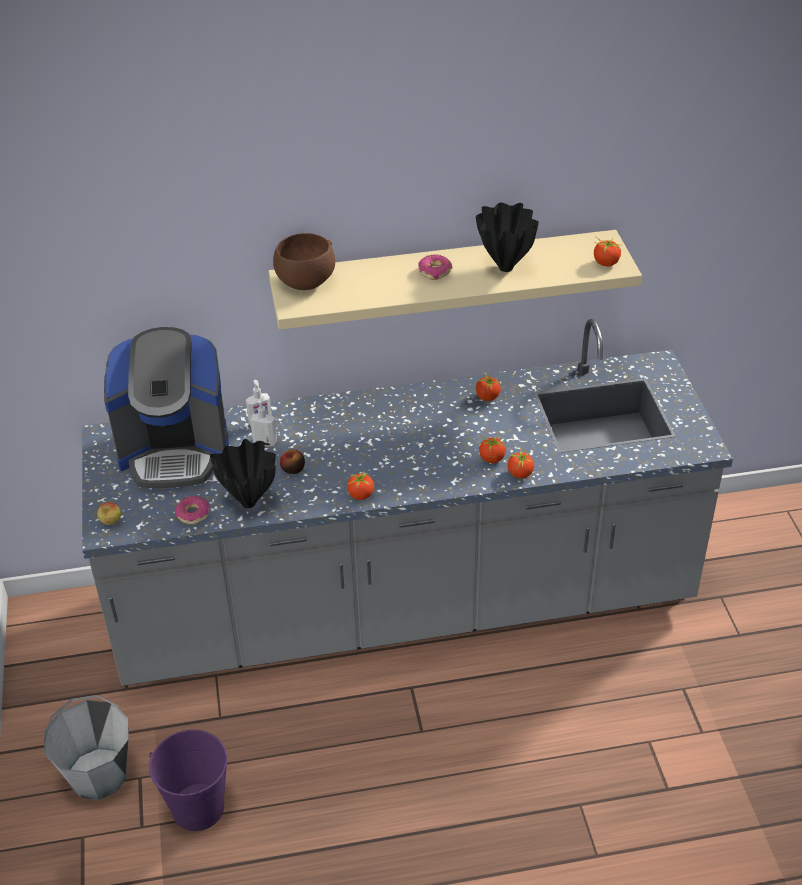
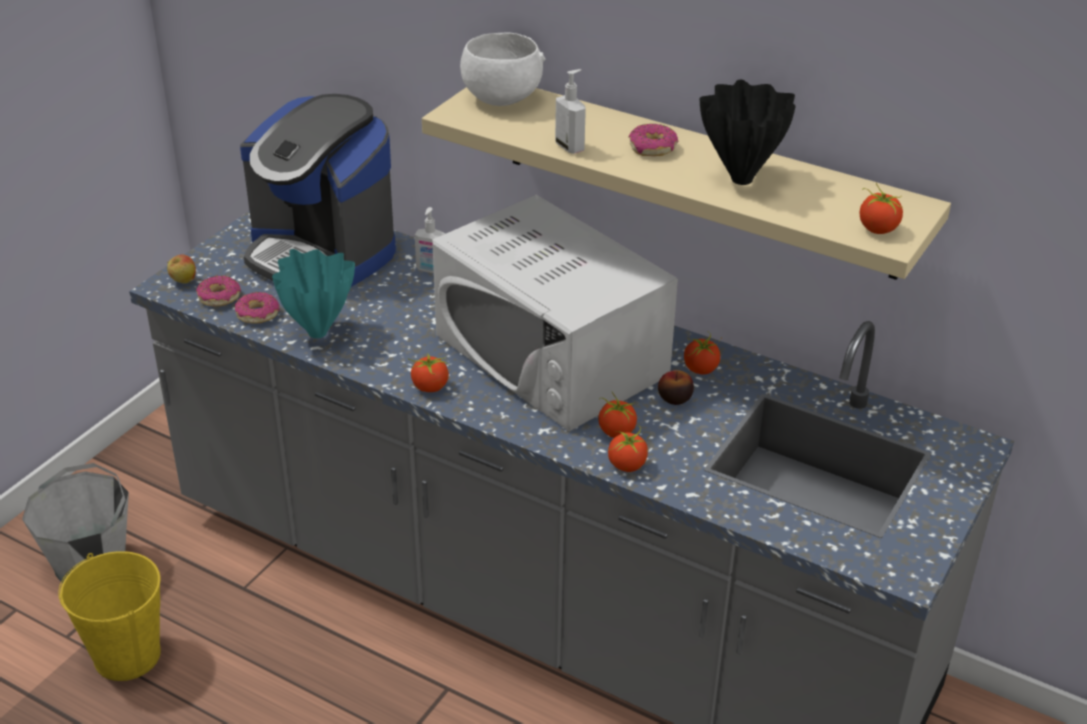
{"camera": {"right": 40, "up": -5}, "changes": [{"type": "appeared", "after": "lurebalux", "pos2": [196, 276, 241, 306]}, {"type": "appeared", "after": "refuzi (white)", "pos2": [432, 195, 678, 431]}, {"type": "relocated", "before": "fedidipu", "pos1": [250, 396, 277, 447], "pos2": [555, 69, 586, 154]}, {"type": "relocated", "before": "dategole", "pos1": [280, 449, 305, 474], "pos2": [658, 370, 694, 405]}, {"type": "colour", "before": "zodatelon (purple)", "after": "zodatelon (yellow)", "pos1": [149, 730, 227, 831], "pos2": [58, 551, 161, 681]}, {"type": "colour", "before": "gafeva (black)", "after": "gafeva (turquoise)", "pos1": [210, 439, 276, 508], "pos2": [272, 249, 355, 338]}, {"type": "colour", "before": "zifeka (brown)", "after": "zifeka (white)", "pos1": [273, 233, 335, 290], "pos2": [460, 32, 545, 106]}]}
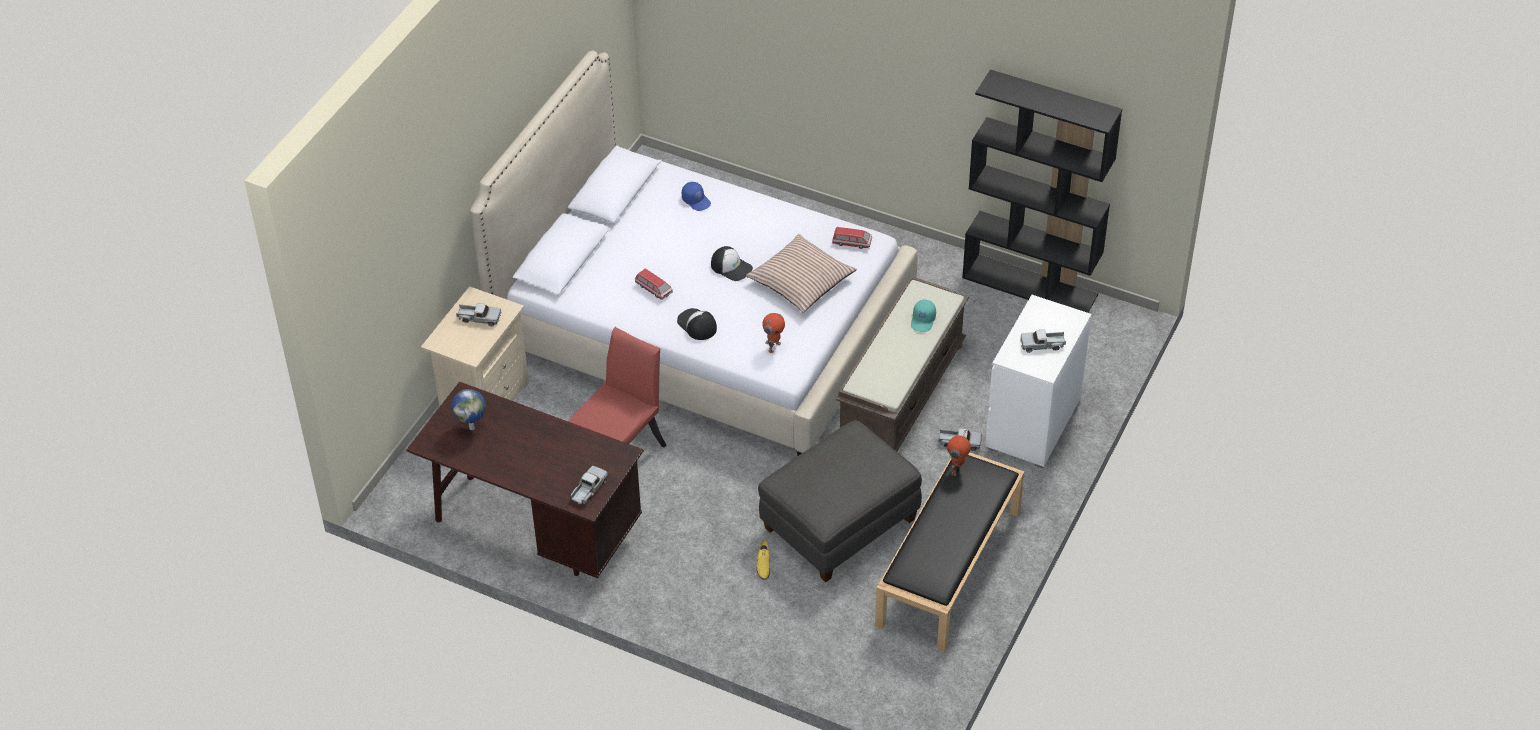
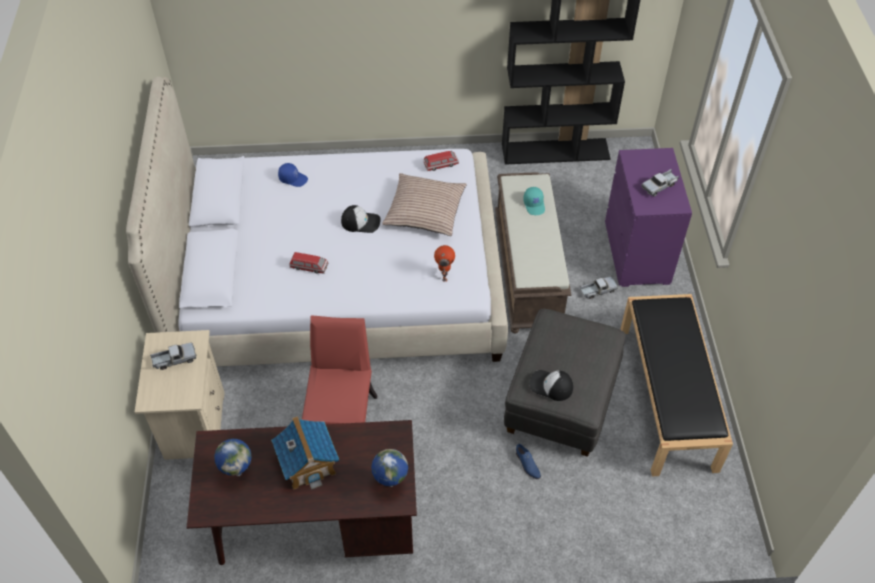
{"camera": {"right": -30, "up": 5}, "changes": [{"type": "missing", "before": "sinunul", "pos1": [947, 430, 971, 476]}, {"type": "appeared", "after": "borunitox", "pos2": [271, 416, 339, 490]}, {"type": "relocated", "before": "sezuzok", "pos1": [677, 308, 717, 340], "pos2": [529, 370, 573, 401]}, {"type": "exchanged", "before": "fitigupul", "after": "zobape", "pos1": [570, 466, 608, 504], "pos2": [371, 449, 408, 487]}, {"type": "colour", "before": "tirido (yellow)", "after": "tirido (blue)", "pos1": [756, 540, 770, 580], "pos2": [516, 444, 541, 479]}, {"type": "colour", "before": "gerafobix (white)", "after": "gerafobix (purple)", "pos1": [985, 295, 1092, 468], "pos2": [605, 148, 692, 287]}]}
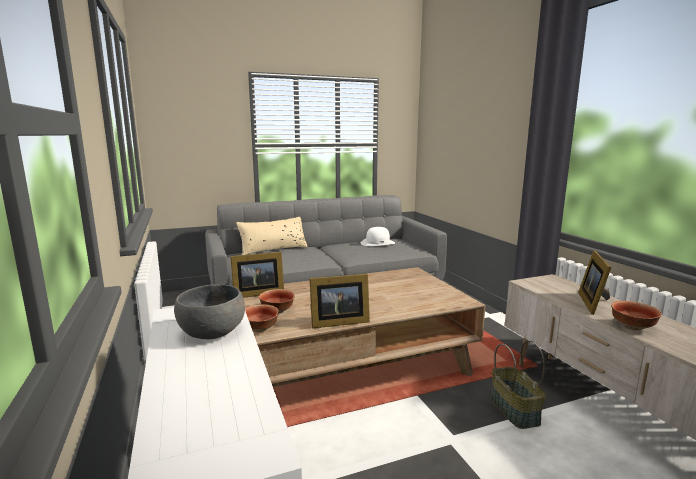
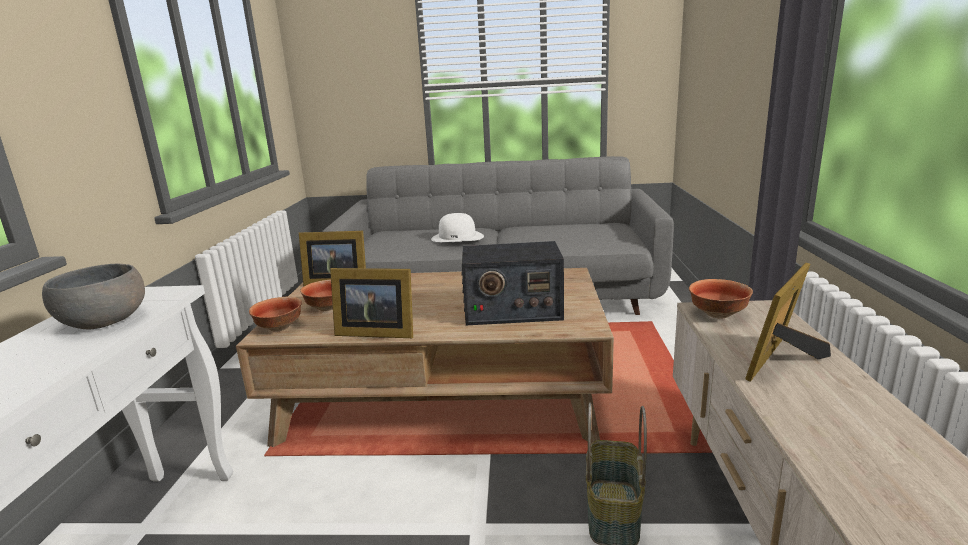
{"camera": {"right": 25, "up": 5}, "changes": [{"type": "missing", "before": "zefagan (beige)", "pos1": [236, 217, 308, 255]}, {"type": "appeared", "after": "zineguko", "pos2": [461, 241, 564, 325]}, {"type": "relocated", "before": "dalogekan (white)", "pos1": [361, 227, 395, 246], "pos2": [431, 213, 484, 242]}, {"type": "relocated", "before": "zifeka", "pos1": [611, 301, 662, 331], "pos2": [689, 279, 753, 319]}]}
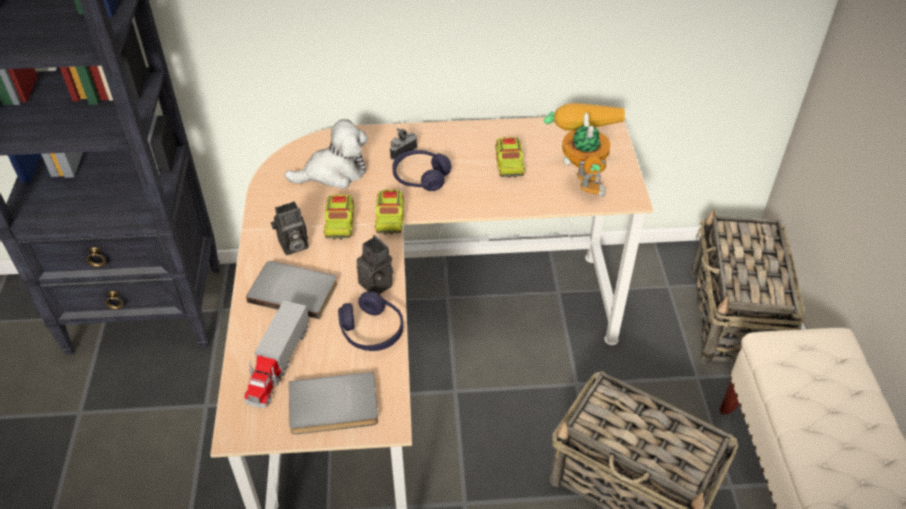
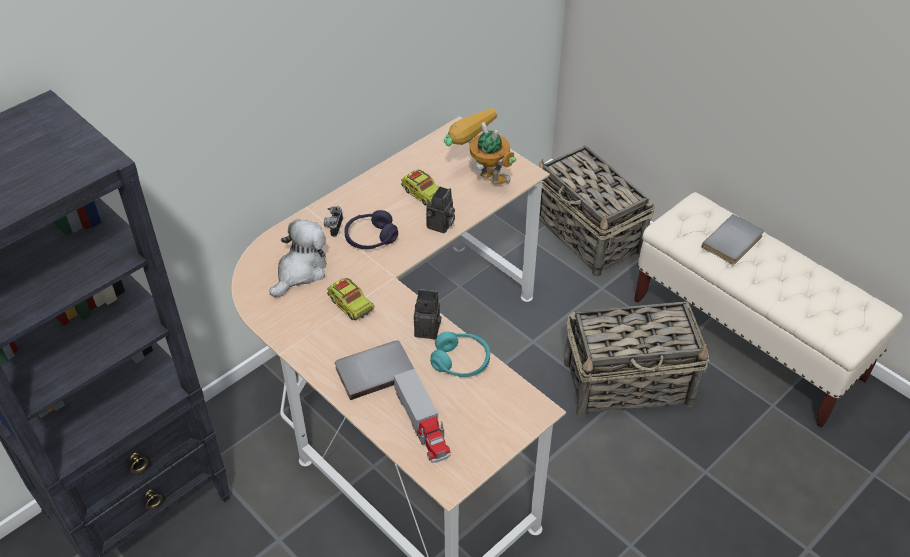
{"camera": {"right": -40, "up": 0}, "changes": [{"type": "missing", "before": "fitigupul", "pos1": [375, 190, 404, 234]}, {"type": "relocated", "before": "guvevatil", "pos1": [271, 201, 308, 255], "pos2": [426, 187, 455, 233]}, {"type": "relocated", "before": "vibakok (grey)", "pos1": [289, 372, 378, 434], "pos2": [702, 214, 764, 264]}, {"type": "colour", "before": "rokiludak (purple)", "after": "rokiludak (turquoise)", "pos1": [338, 291, 404, 351], "pos2": [430, 332, 490, 377]}]}
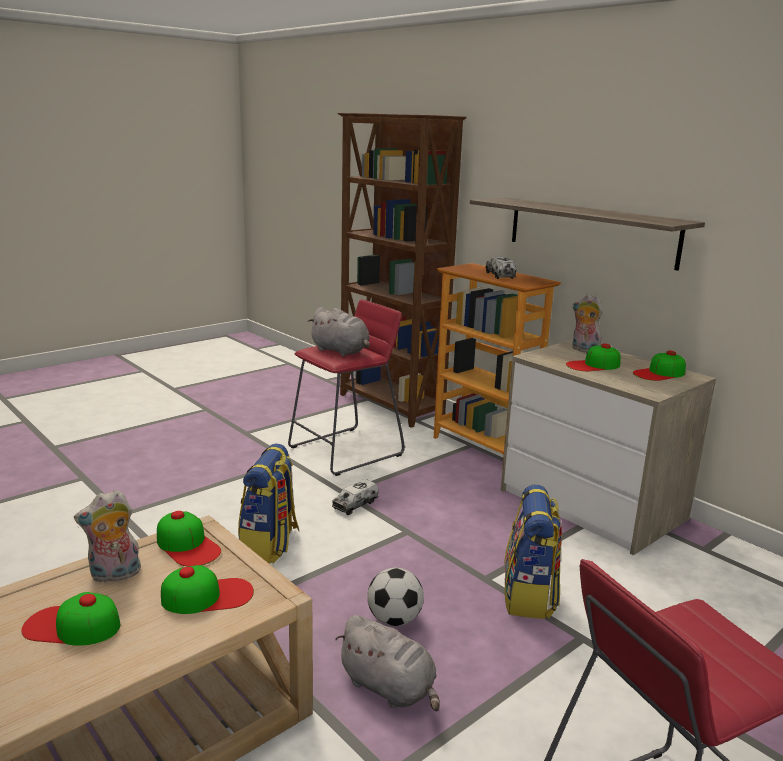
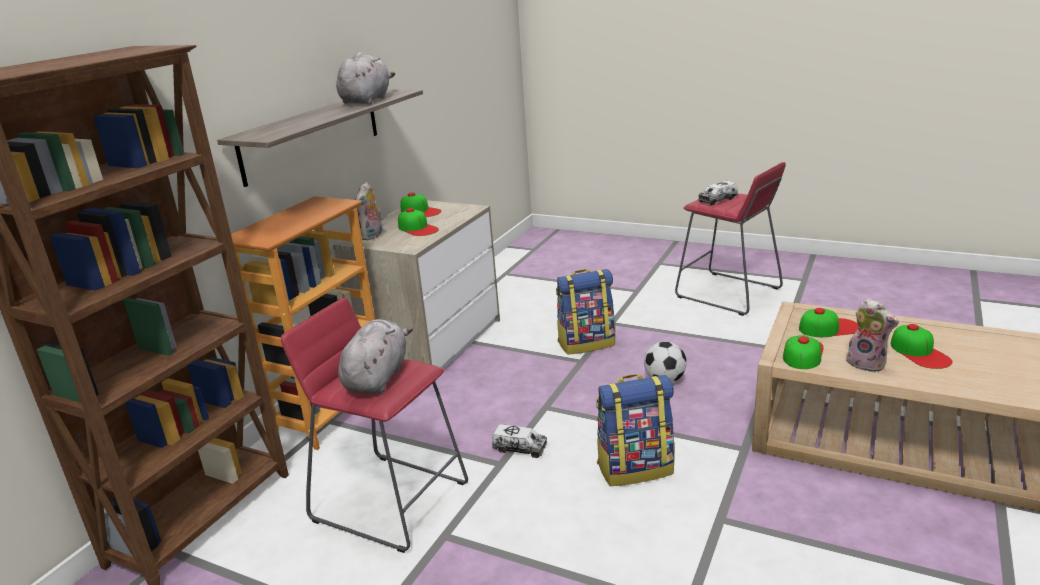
{"camera": {"right": -110, "up": 5}, "changes": [{"type": "relocated", "before": "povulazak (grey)", "pos1": [335, 615, 440, 712], "pos2": [336, 52, 395, 105]}, {"type": "relocated", "before": "fitigupul", "pos1": [485, 257, 516, 279], "pos2": [698, 181, 738, 206]}, {"type": "spun", "before": "sezuzok", "pos1": [161, 565, 254, 614], "pos2": [799, 308, 858, 337], "turn": 120}]}
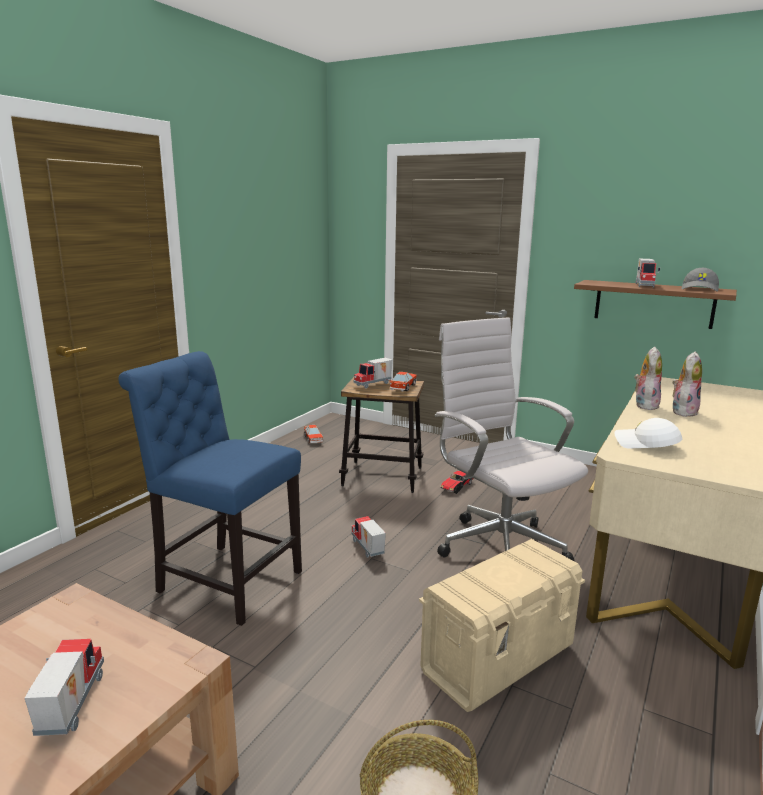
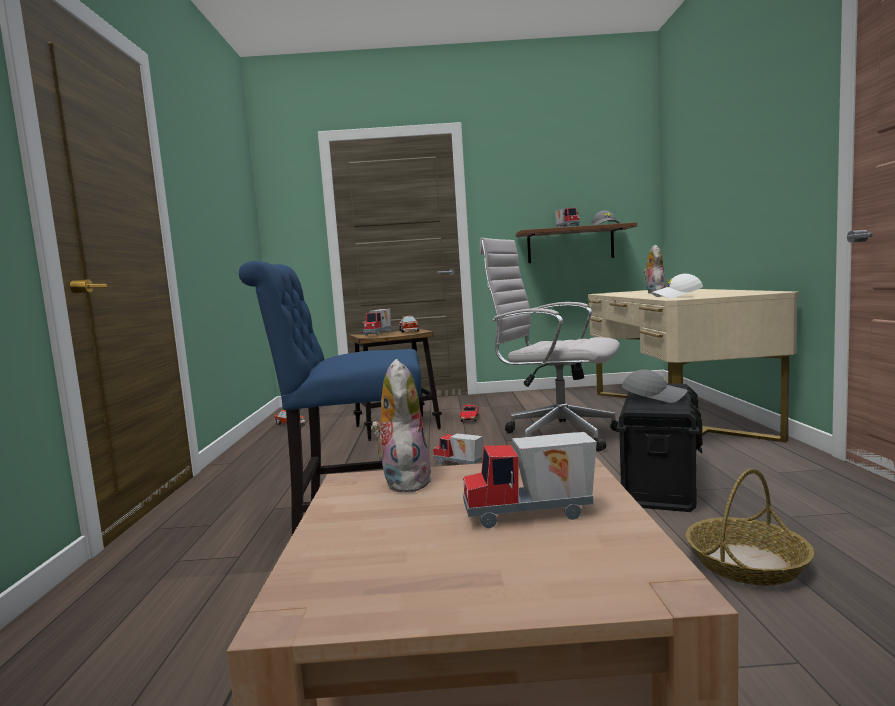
{"camera": {"right": -30, "up": -10}, "changes": [{"type": "appeared", "after": "sezuzok (grey)", "pos2": [622, 369, 687, 403]}, {"type": "relocated", "before": "povulazak", "pos1": [634, 347, 662, 410], "pos2": [371, 359, 432, 493]}, {"type": "colour", "before": "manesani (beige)", "after": "manesani (black)", "pos1": [419, 539, 585, 712], "pos2": [616, 384, 703, 512]}, {"type": "spun", "before": "fitigupul", "pos1": [25, 639, 104, 736], "pos2": [463, 432, 597, 528], "turn": -60}]}
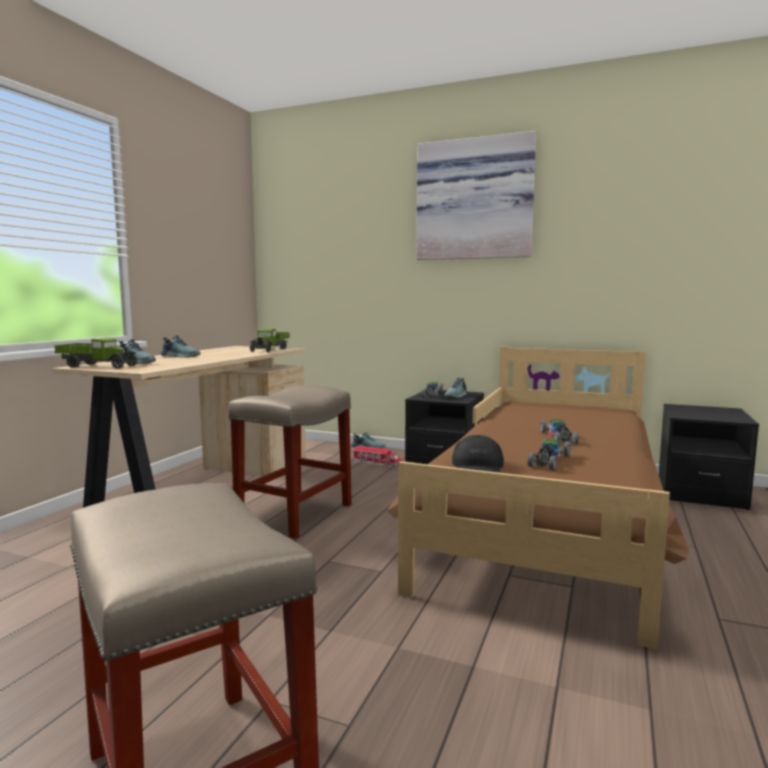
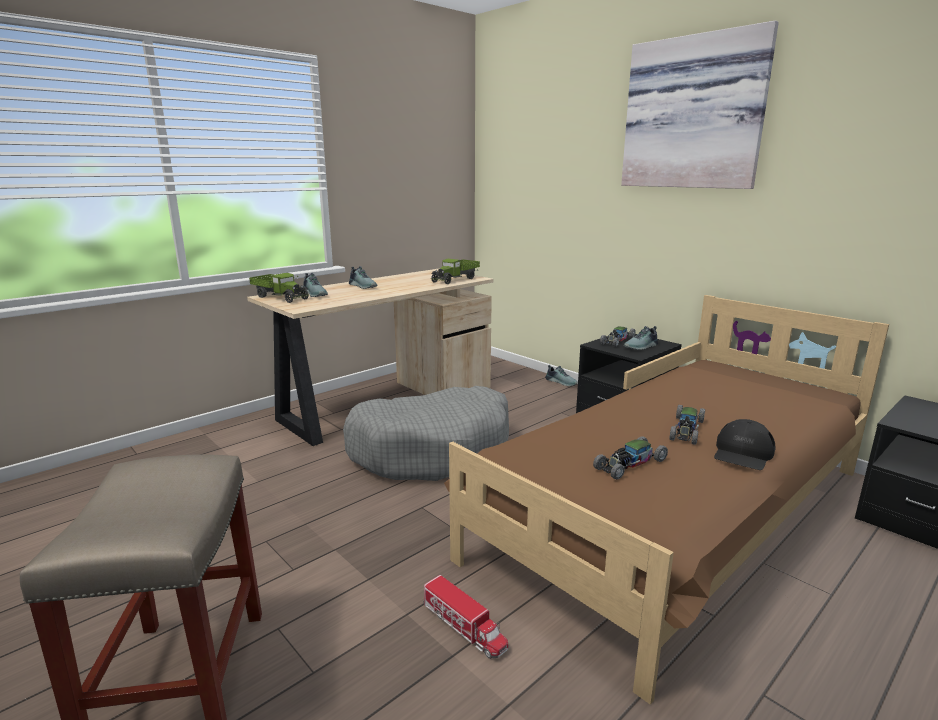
{"camera": {"right": 25, "up": 10}, "changes": [{"type": "relocated", "before": "fitigupul", "pos1": [352, 446, 404, 467], "pos2": [423, 575, 508, 659]}, {"type": "relocated", "before": "sezuzok (black)", "pos1": [452, 435, 504, 473], "pos2": [714, 419, 775, 470]}, {"type": "exchanged", "before": "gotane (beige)", "after": "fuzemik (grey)", "pos1": [229, 385, 352, 539], "pos2": [343, 386, 509, 481]}]}
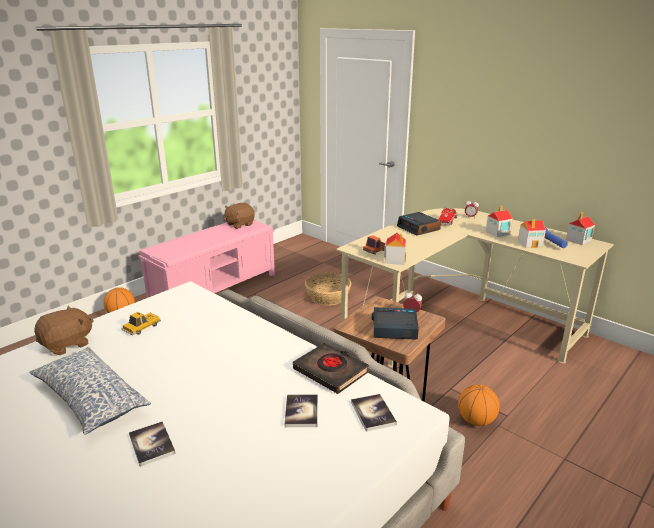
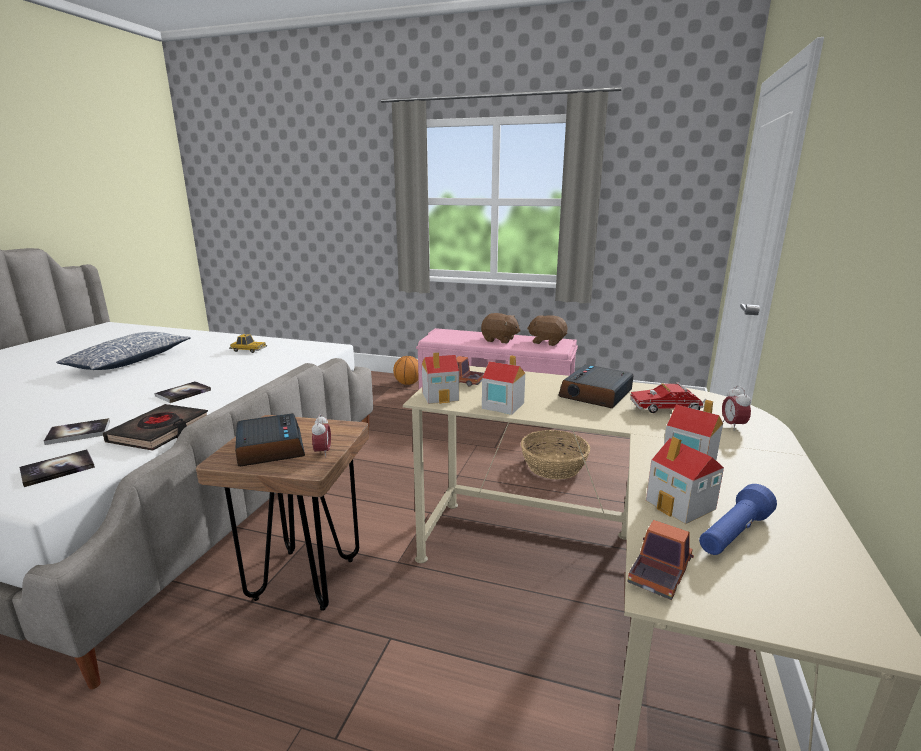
{"camera": {"right": 65, "up": -5}, "changes": [{"type": "missing", "before": "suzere", "pos1": [458, 384, 499, 426]}, {"type": "appeared", "after": "fitigupul", "pos2": [628, 520, 694, 600]}, {"type": "relocated", "before": "povulazak (brown)", "pos1": [34, 305, 94, 355], "pos2": [481, 313, 521, 343]}, {"type": "relocated", "before": "vibakok", "pos1": [129, 421, 175, 467], "pos2": [155, 381, 211, 403]}, {"type": "relocated", "before": "borunitox", "pos1": [566, 212, 595, 245], "pos2": [482, 355, 525, 415]}]}
